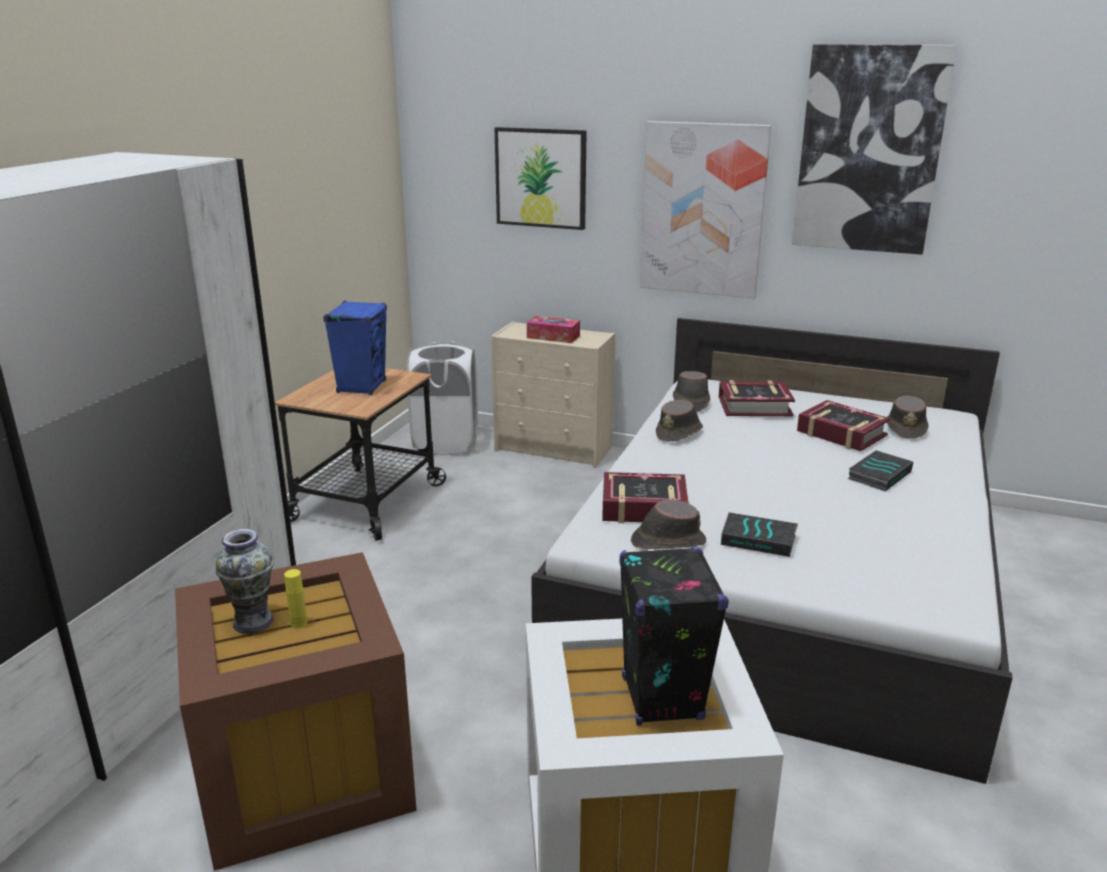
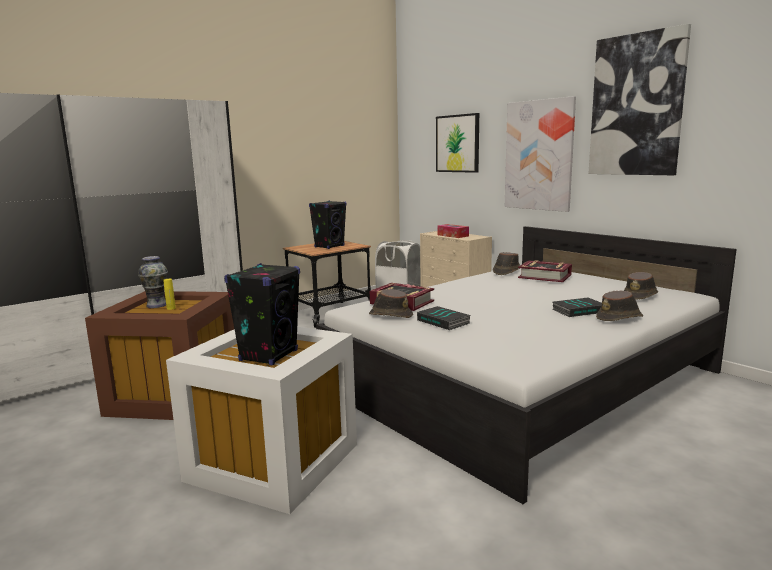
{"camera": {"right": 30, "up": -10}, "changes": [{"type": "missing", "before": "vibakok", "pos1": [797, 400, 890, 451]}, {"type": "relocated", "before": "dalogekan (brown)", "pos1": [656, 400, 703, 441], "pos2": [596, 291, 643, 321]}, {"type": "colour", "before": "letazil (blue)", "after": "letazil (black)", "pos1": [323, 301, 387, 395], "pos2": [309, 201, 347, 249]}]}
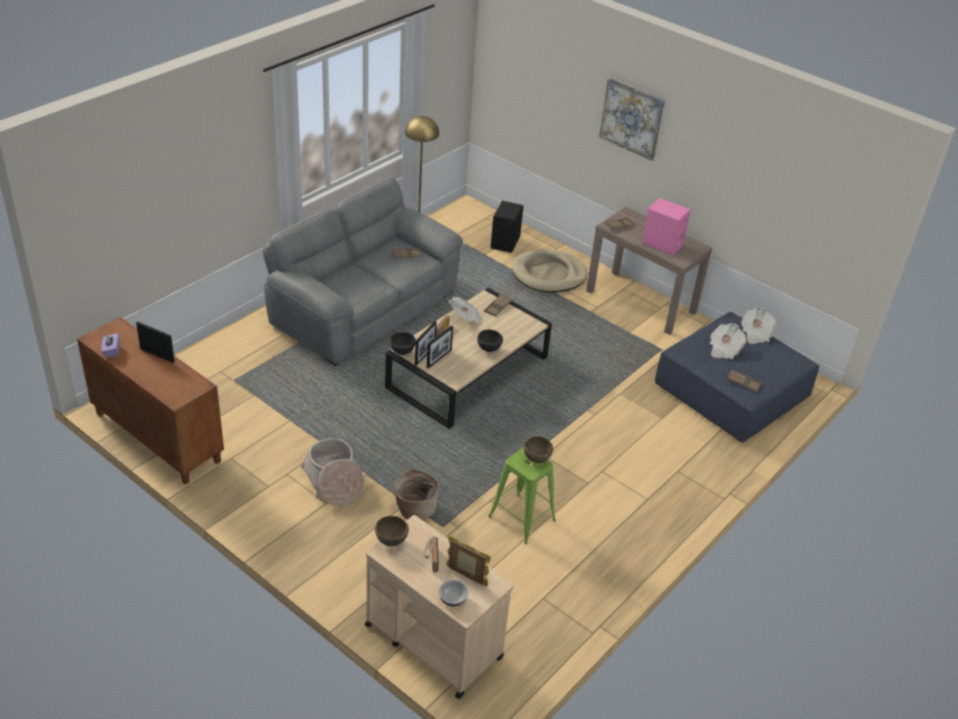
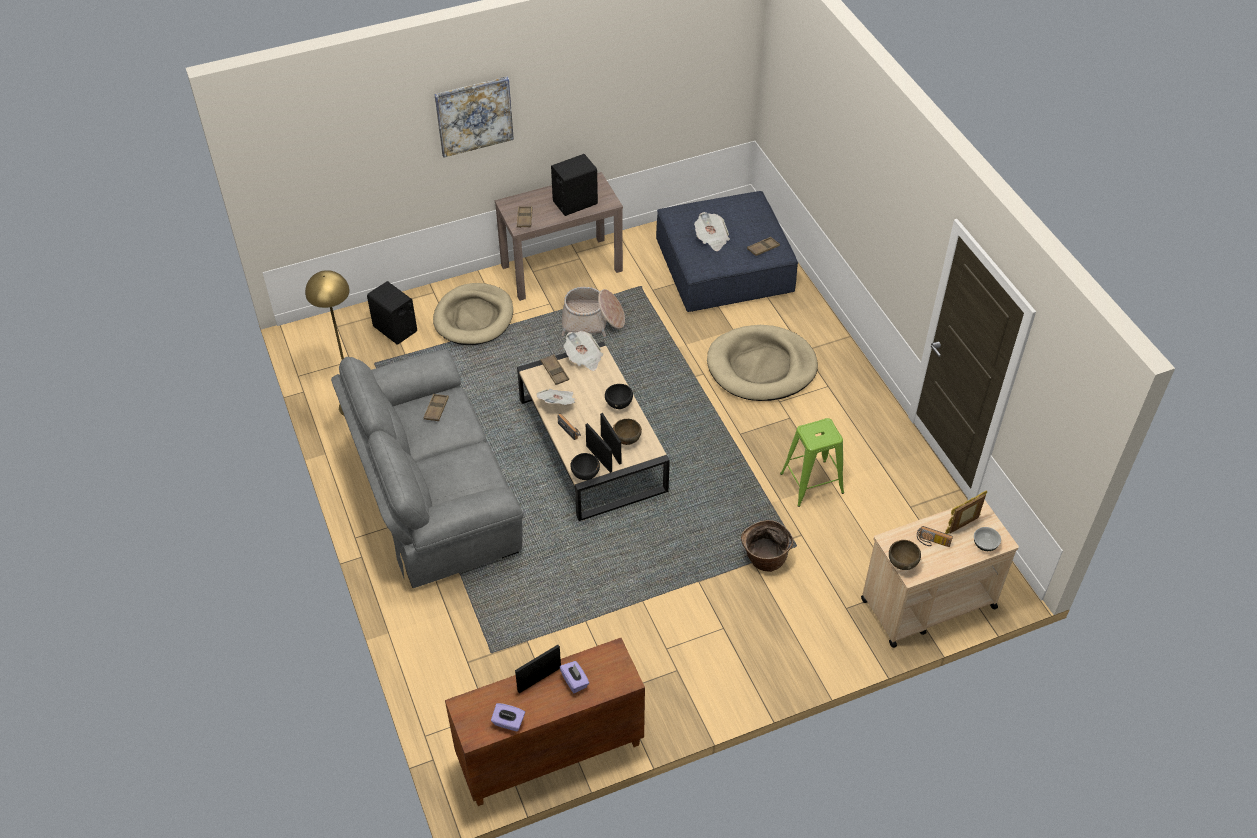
{"camera": {"right": -60, "up": 10}, "changes": [{"type": "appeared", "after": "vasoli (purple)", "pos2": [560, 661, 589, 693]}, {"type": "appeared", "after": "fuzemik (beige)", "pos2": [707, 325, 818, 401]}, {"type": "relocated", "before": "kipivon", "pos1": [301, 438, 364, 506], "pos2": [562, 287, 625, 337]}, {"type": "relocated", "before": "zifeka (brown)", "pos1": [524, 436, 553, 463], "pos2": [613, 419, 642, 445]}, {"type": "relocated", "before": "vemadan", "pos1": [741, 307, 776, 344], "pos2": [564, 331, 603, 371]}, {"type": "colour", "before": "letazil (pink)", "after": "letazil (black)", "pos1": [642, 198, 691, 255], "pos2": [551, 154, 598, 216]}]}
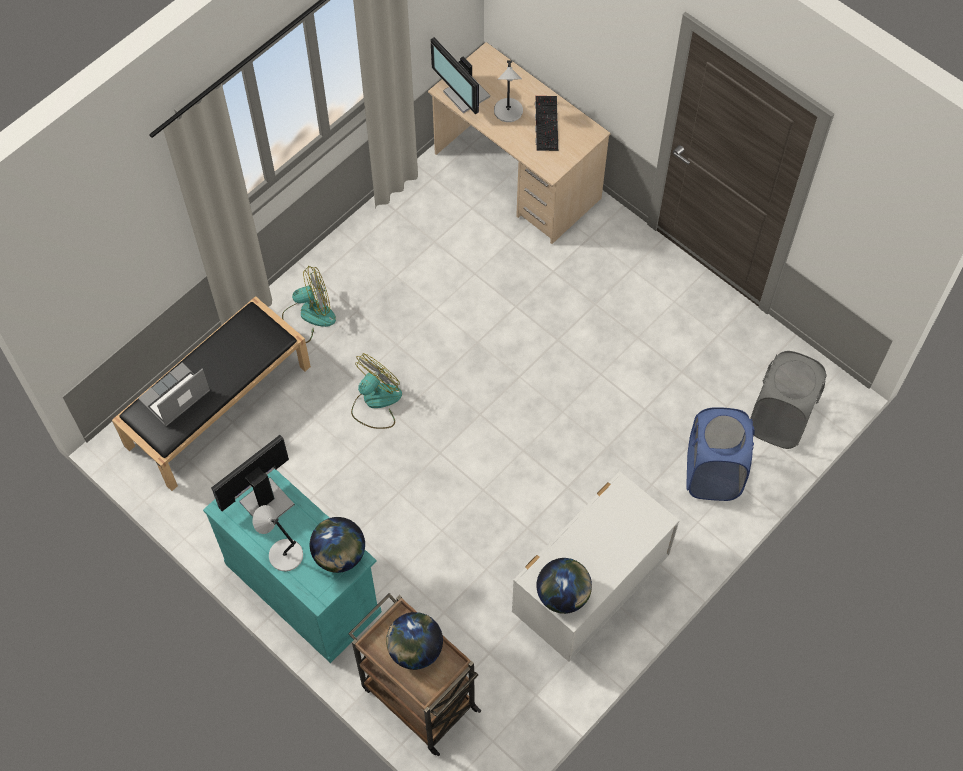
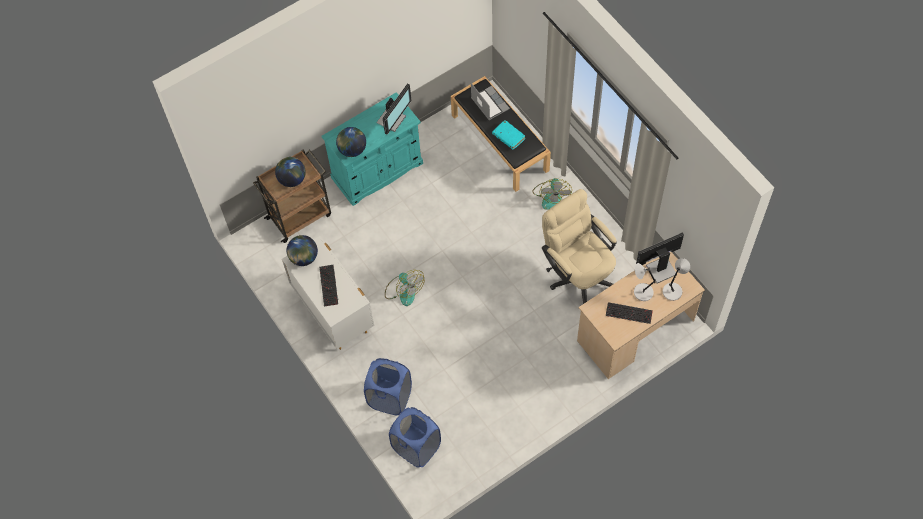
{"camera": {"right": 105, "up": 0}, "changes": [{"type": "appeared", "after": "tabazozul", "pos2": [319, 265, 338, 306]}, {"type": "appeared", "after": "vibakok (turquoise)", "pos2": [492, 120, 525, 150]}, {"type": "appeared", "after": "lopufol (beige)", "pos2": [542, 189, 617, 304]}, {"type": "relocated", "before": "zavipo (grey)", "pos1": [252, 505, 303, 571], "pos2": [663, 258, 690, 301]}, {"type": "relocated", "before": "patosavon", "pos1": [351, 353, 402, 429], "pos2": [385, 270, 425, 306]}, {"type": "colour", "before": "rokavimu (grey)", "after": "rokavimu (blue)", "pos1": [750, 351, 827, 449], "pos2": [389, 407, 441, 468]}, {"type": "spun", "before": "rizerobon", "pos1": [211, 435, 295, 518], "pos2": [377, 84, 411, 135], "turn": 60}]}
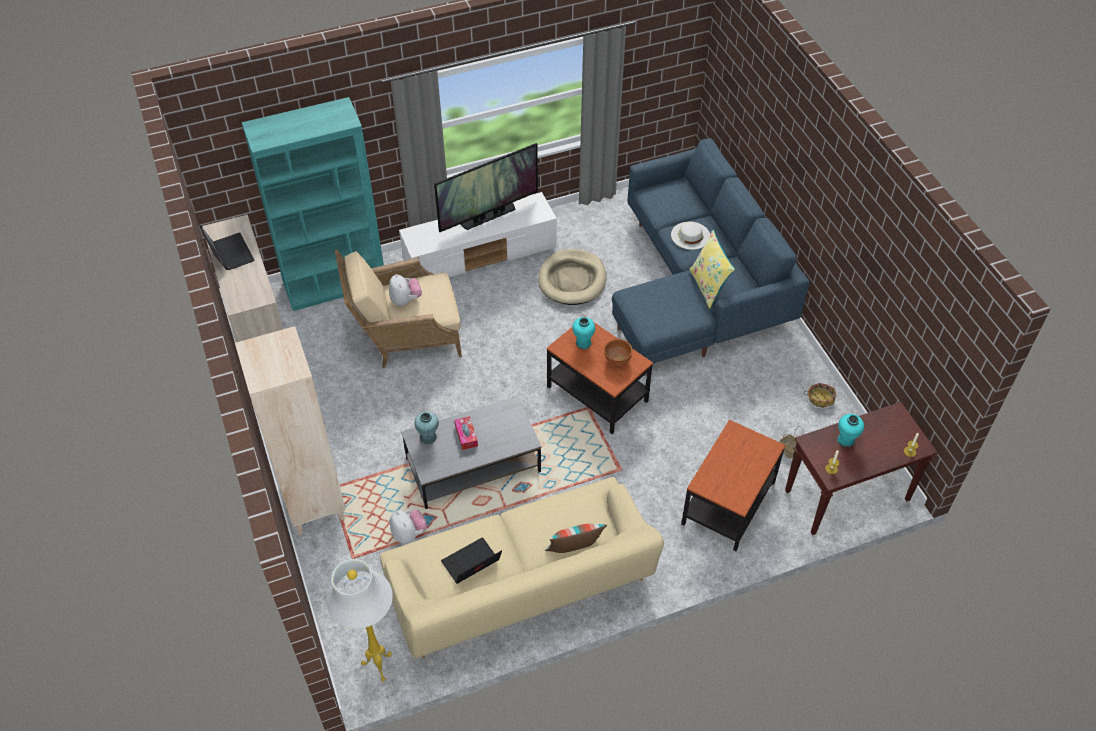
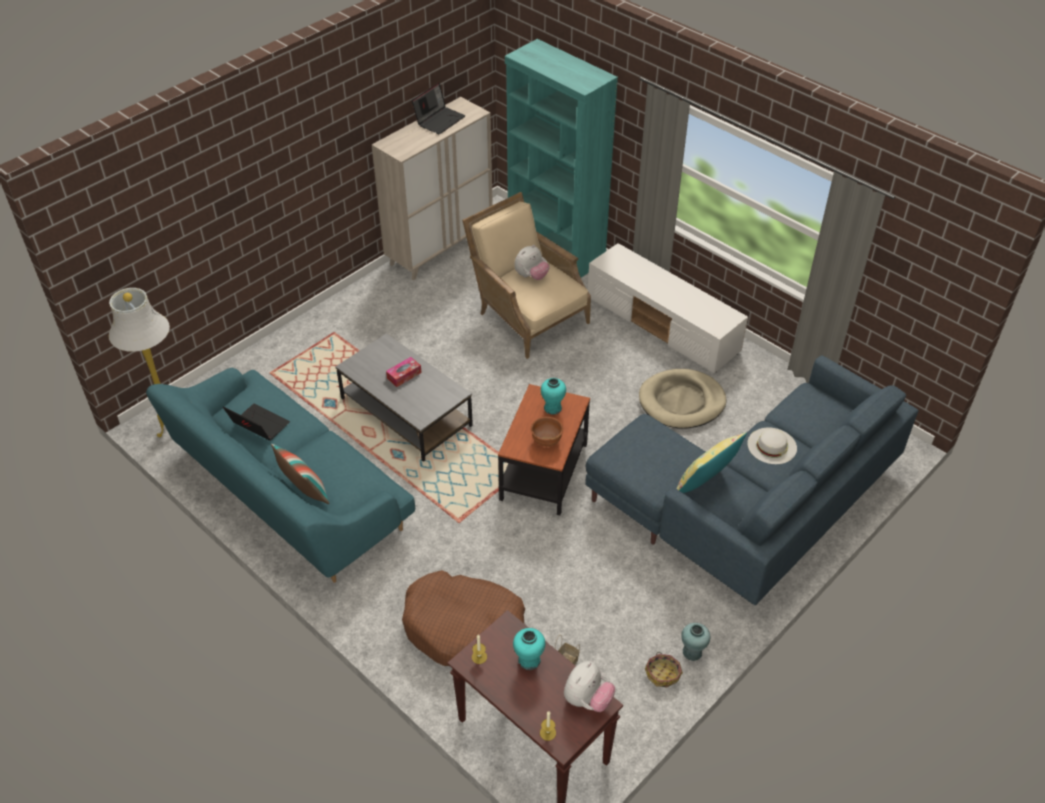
{"camera": {"right": 65, "up": -5}, "changes": [{"type": "missing", "before": "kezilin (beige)", "pos1": [235, 326, 346, 535]}, {"type": "missing", "before": "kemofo", "pos1": [434, 143, 538, 232]}, {"type": "relocated", "before": "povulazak", "pos1": [390, 510, 427, 544], "pos2": [564, 661, 615, 712]}, {"type": "relocated", "before": "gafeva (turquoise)", "pos1": [414, 412, 439, 444], "pos2": [681, 623, 710, 661]}, {"type": "exchanged", "before": "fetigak", "after": "fuzemik (brown)", "pos1": [681, 420, 786, 551], "pos2": [402, 570, 525, 666]}, {"type": "colour", "before": "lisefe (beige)", "after": "lisefe (turquoise)", "pos1": [380, 477, 664, 658], "pos2": [146, 368, 415, 583]}]}
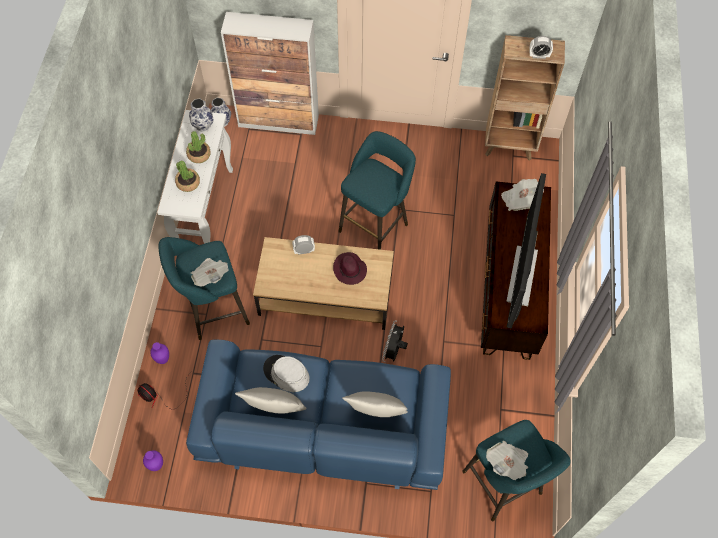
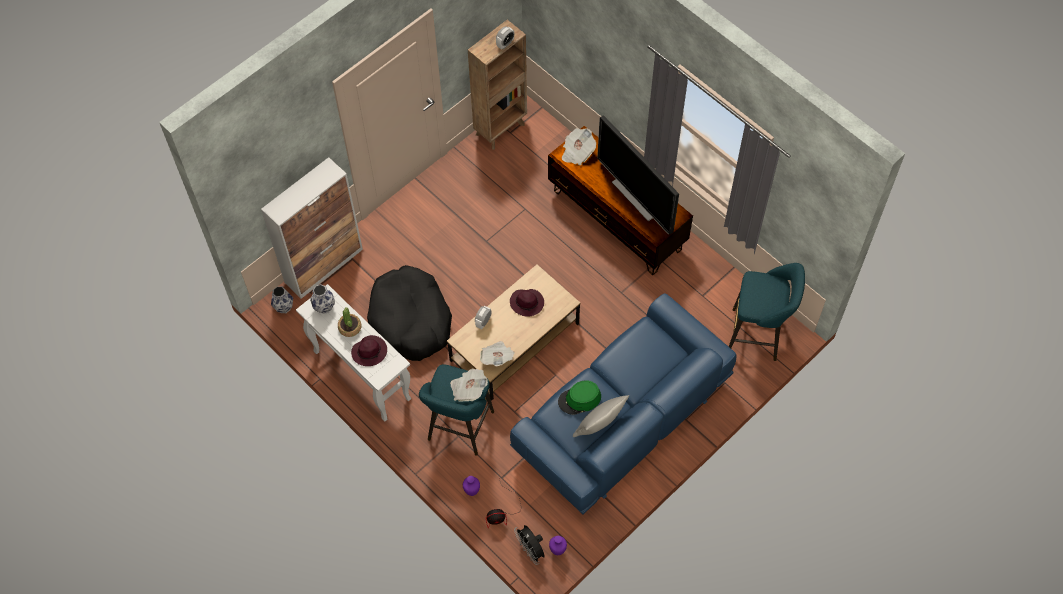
{"camera": {"right": -50, "up": 0}, "changes": [{"type": "missing", "before": "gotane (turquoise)", "pos1": [338, 131, 416, 250]}, {"type": "missing", "before": "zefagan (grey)", "pos1": [342, 391, 408, 417]}, {"type": "appeared", "after": "fuzemik (black)", "pos2": [367, 265, 452, 361]}, {"type": "relocated", "before": "patosavon (black)", "pos1": [382, 320, 408, 362], "pos2": [514, 525, 545, 565]}, {"type": "relocated", "before": "vemadan", "pos1": [486, 441, 528, 480], "pos2": [480, 341, 515, 366]}, {"type": "exchanged", "before": "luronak", "after": "dalogekan (purple)", "pos1": [175, 161, 200, 192], "pos2": [351, 335, 387, 366]}, {"type": "colour", "before": "dalogekan (grey)", "after": "dalogekan (green)", "pos1": [263, 355, 310, 392], "pos2": [558, 380, 601, 415]}]}
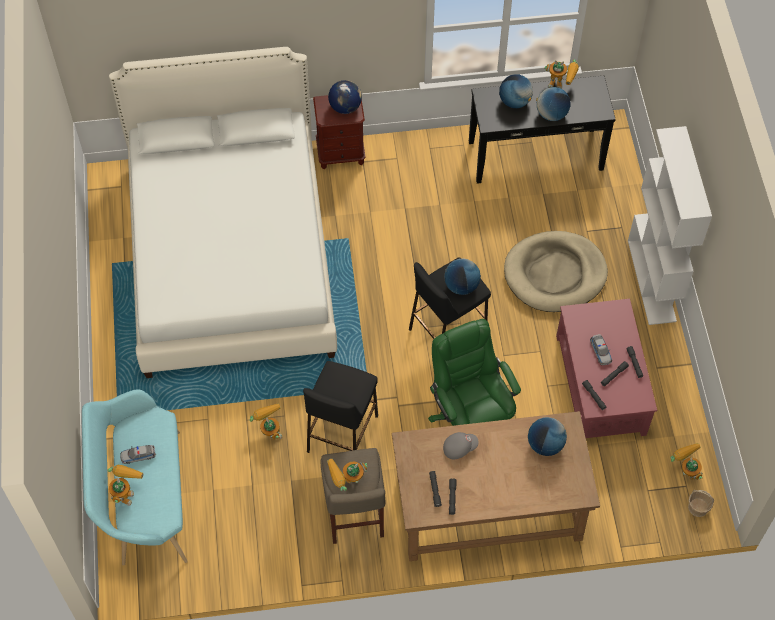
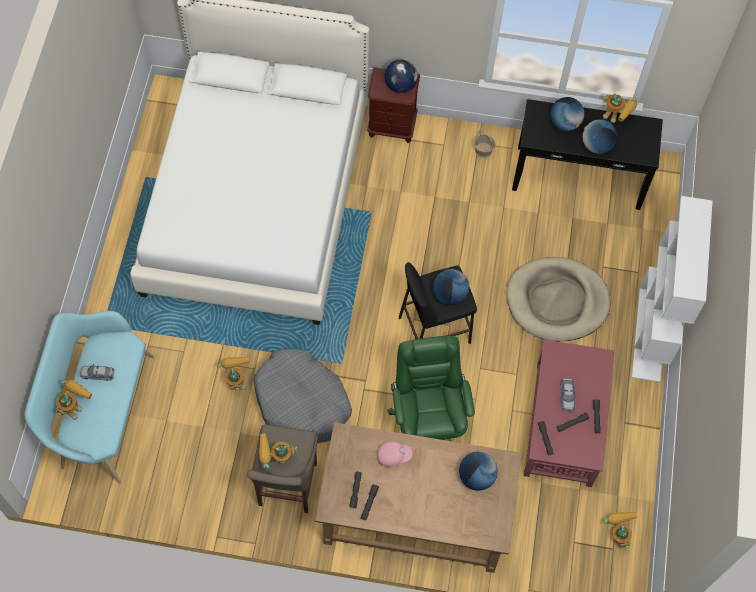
{"camera": {"right": 15, "up": 5}, "changes": [{"type": "relocated", "before": "kipivon", "pos1": [688, 490, 714, 517], "pos2": [474, 130, 496, 158]}, {"type": "exchanged", "before": "gotane (black)", "after": "fuzemik (grey)", "pos1": [303, 361, 378, 453], "pos2": [254, 349, 352, 443]}, {"type": "colour", "before": "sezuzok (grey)", "after": "sezuzok (pink)", "pos1": [443, 432, 479, 459], "pos2": [377, 441, 412, 467]}]}
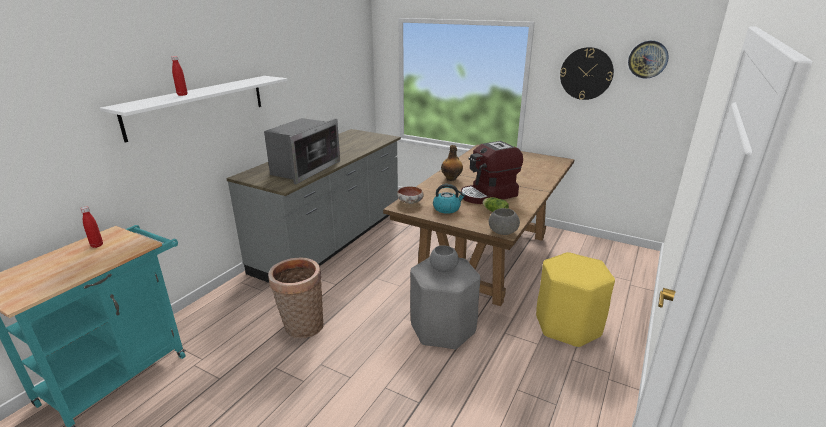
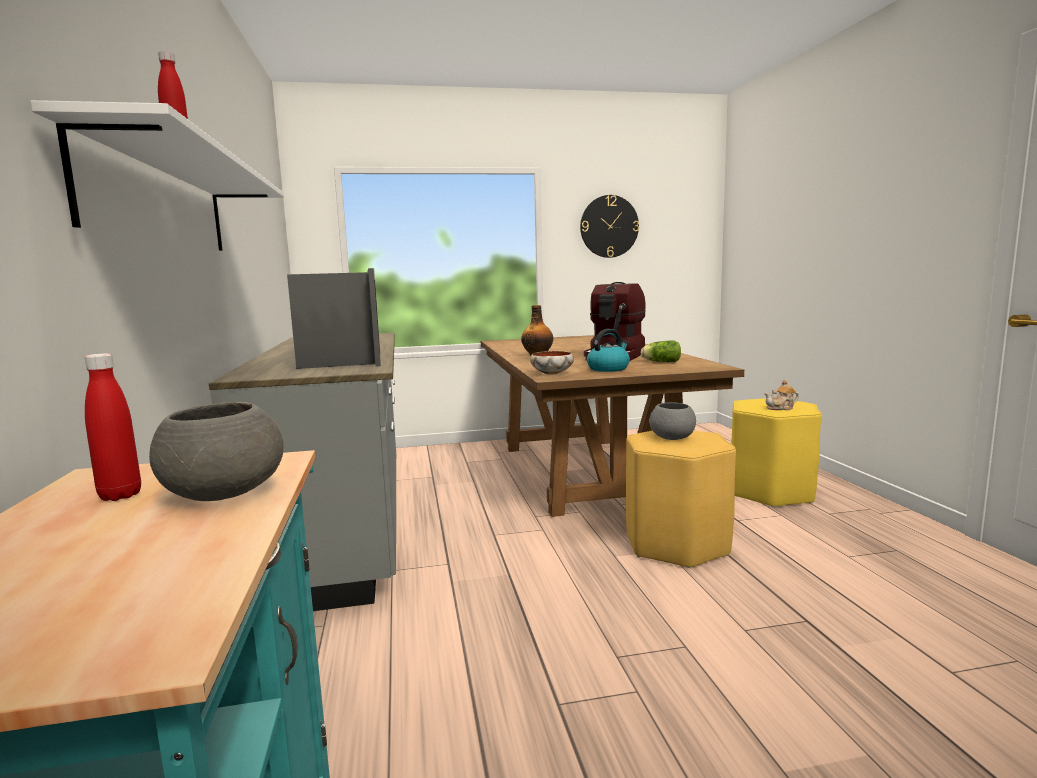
{"camera": {"right": -40, "up": -15}, "changes": [{"type": "missing", "before": "kipivon", "pos1": [268, 257, 324, 338]}, {"type": "missing", "before": "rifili", "pos1": [628, 41, 669, 79]}, {"type": "appeared", "after": "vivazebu", "pos2": [764, 380, 799, 410]}, {"type": "relocated", "before": "zifeka (grey)", "pos1": [489, 208, 520, 235], "pos2": [149, 402, 283, 501]}, {"type": "colour", "before": "gotane (grey)", "after": "gotane (yellow)", "pos1": [410, 257, 480, 350], "pos2": [626, 431, 736, 568]}]}
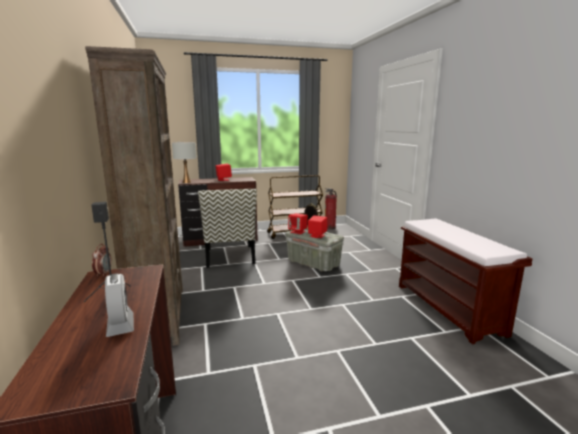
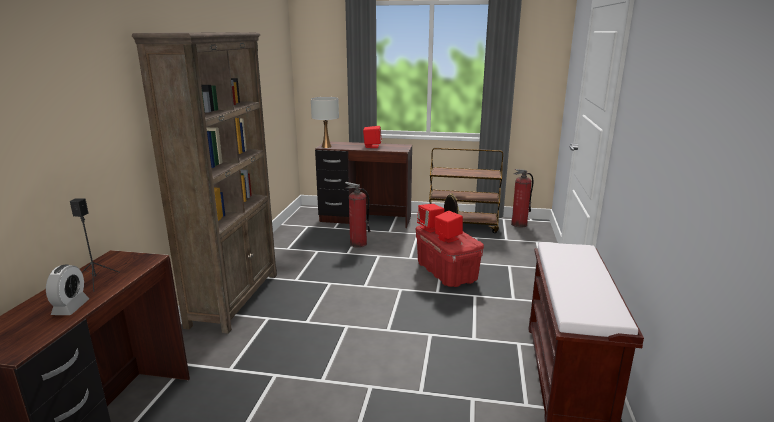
{"camera": {"right": 25, "up": 5}, "changes": [{"type": "missing", "before": "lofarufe", "pos1": [92, 244, 112, 277]}, {"type": "exchanged", "before": "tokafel", "after": "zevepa", "pos1": [198, 189, 257, 268], "pos2": [345, 182, 370, 248]}, {"type": "colour", "before": "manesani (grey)", "after": "manesani (red)", "pos1": [286, 228, 344, 271], "pos2": [416, 225, 484, 287]}]}
